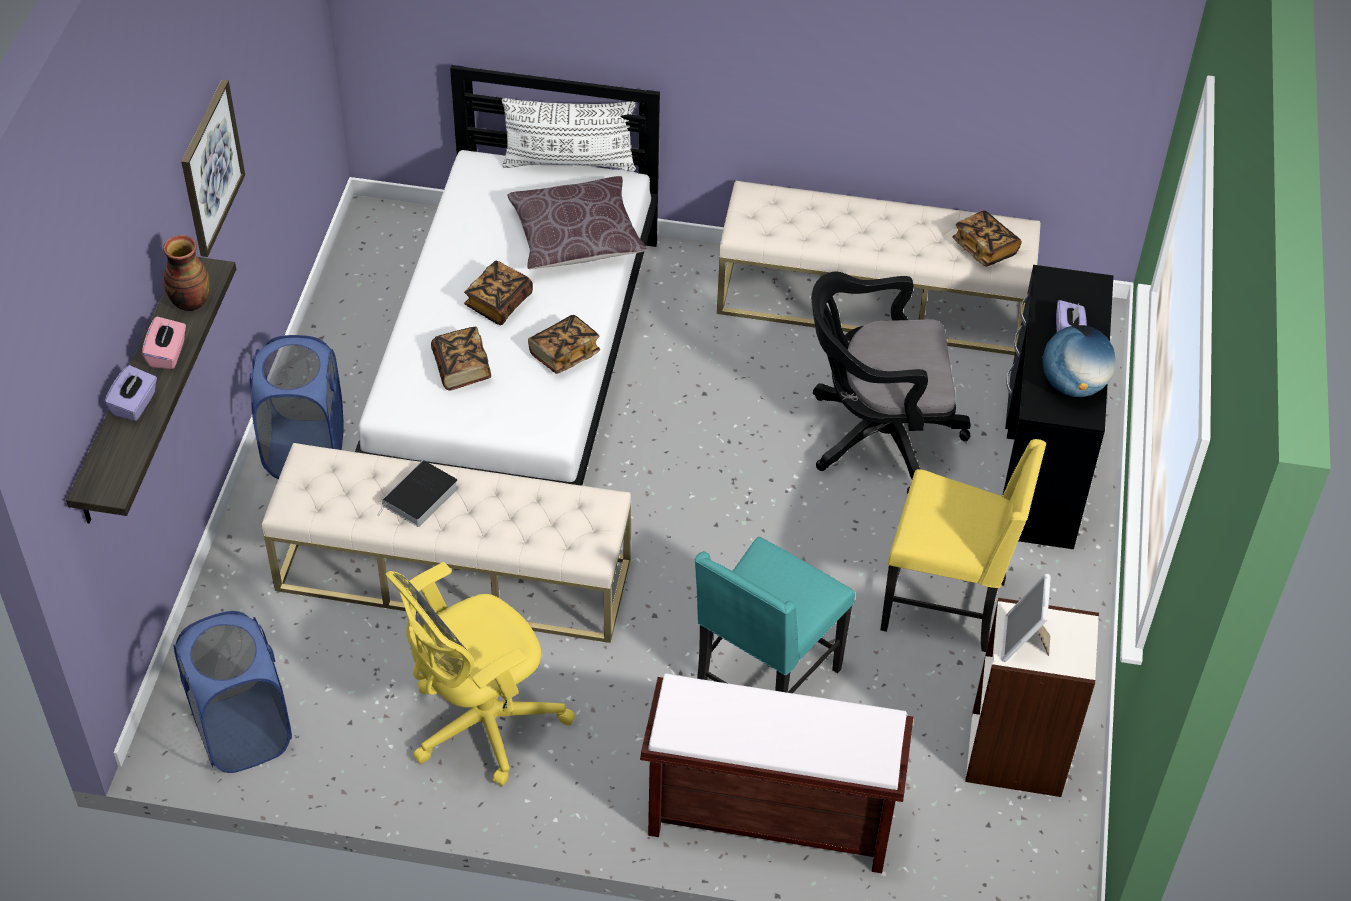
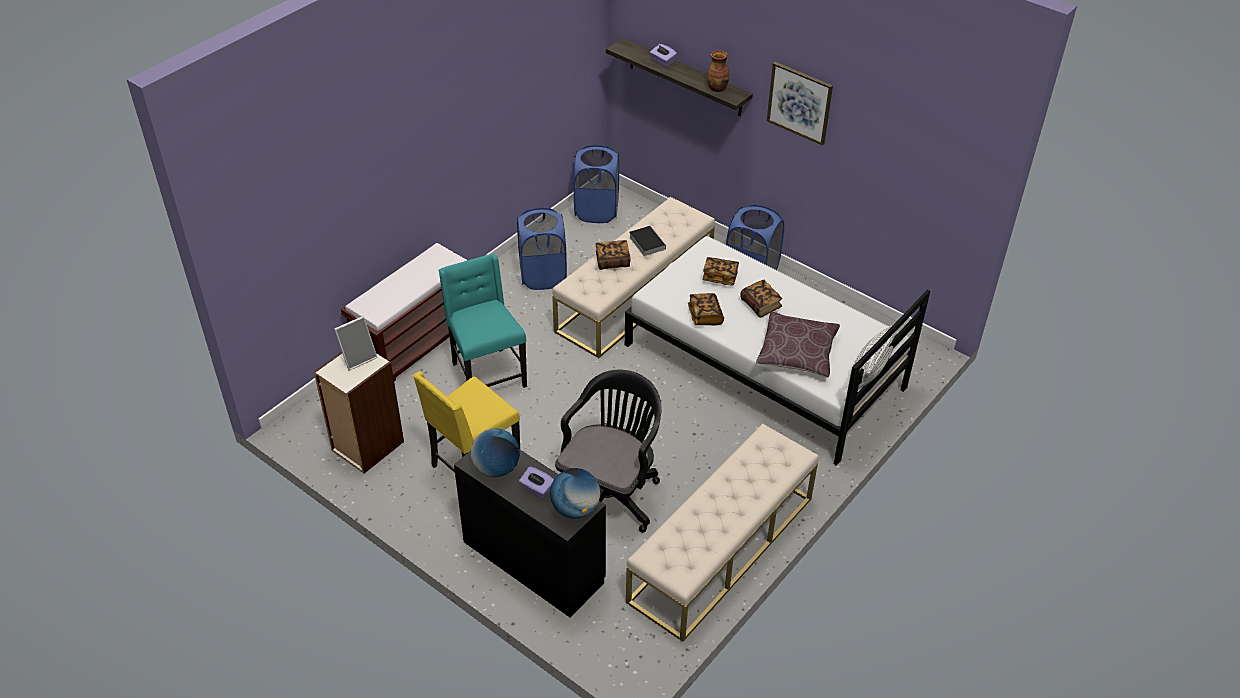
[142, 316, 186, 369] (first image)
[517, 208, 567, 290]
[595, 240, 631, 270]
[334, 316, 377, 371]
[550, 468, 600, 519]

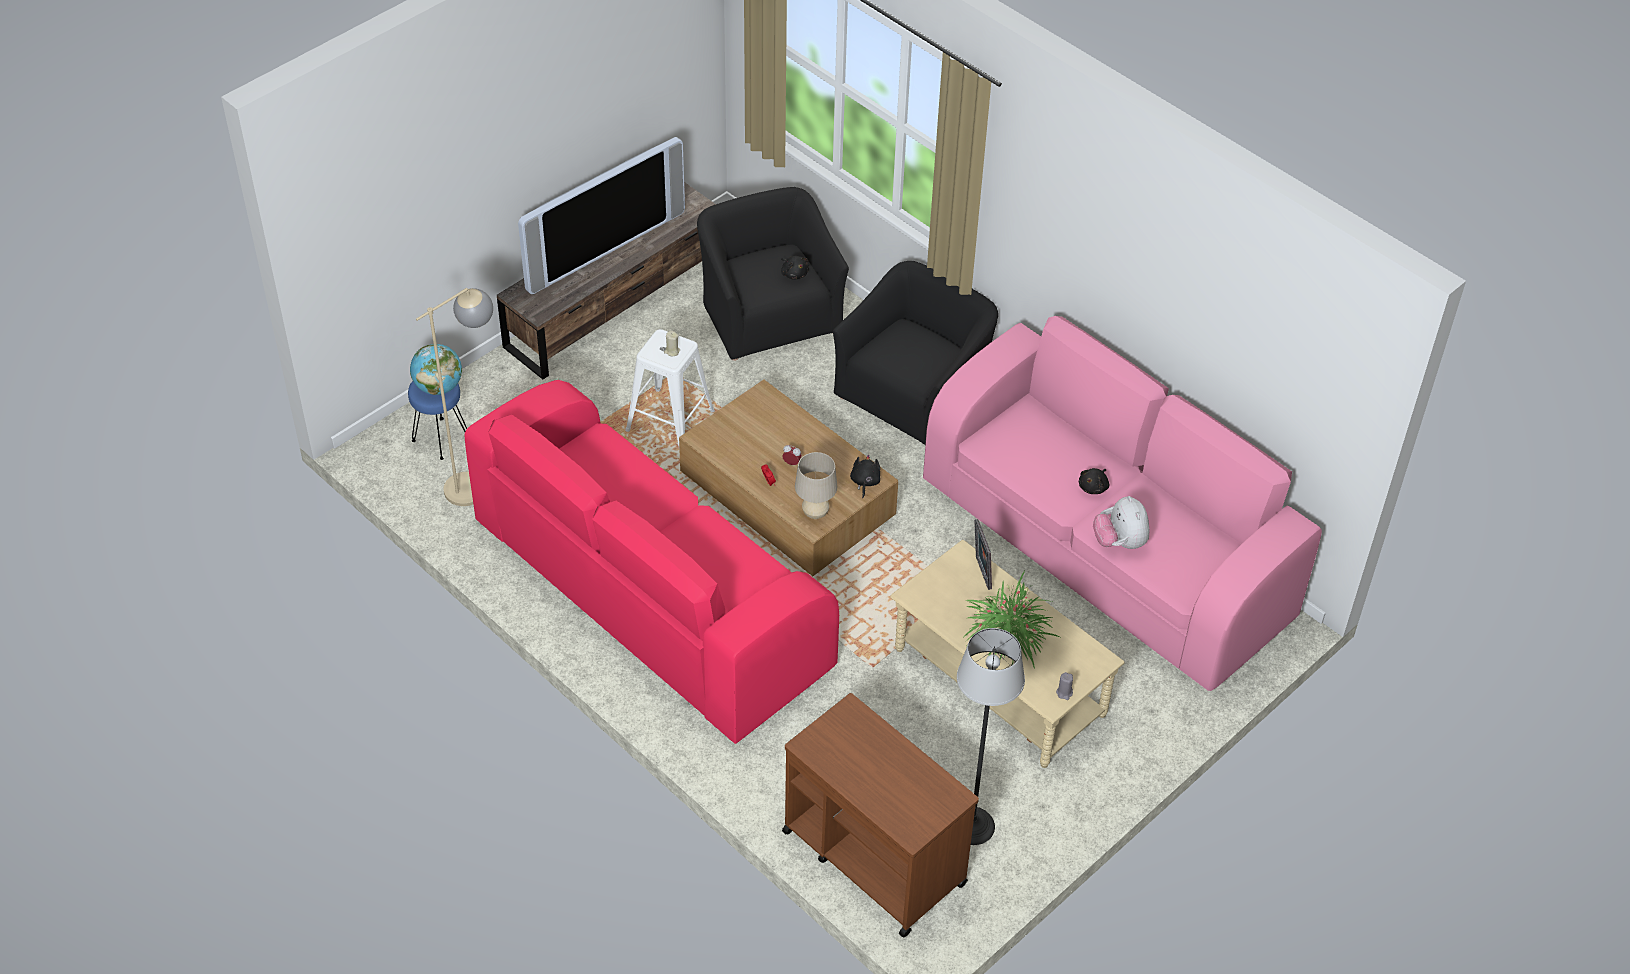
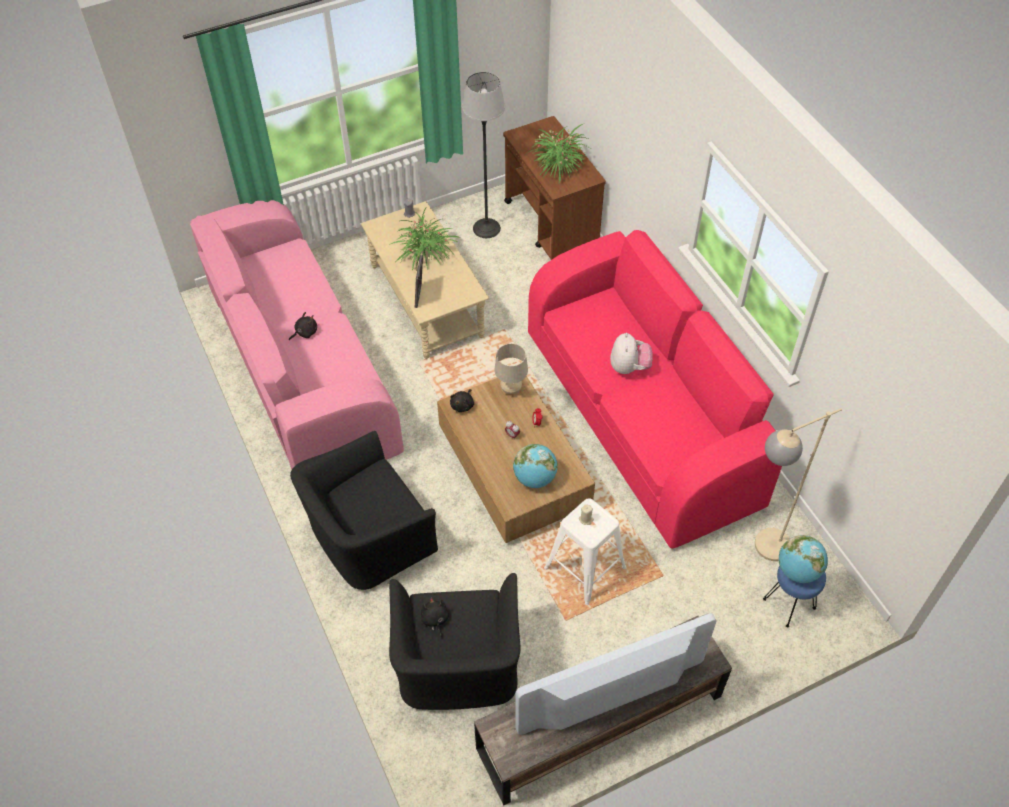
[610, 333, 653, 374]
[513, 444, 558, 488]
[526, 124, 590, 182]

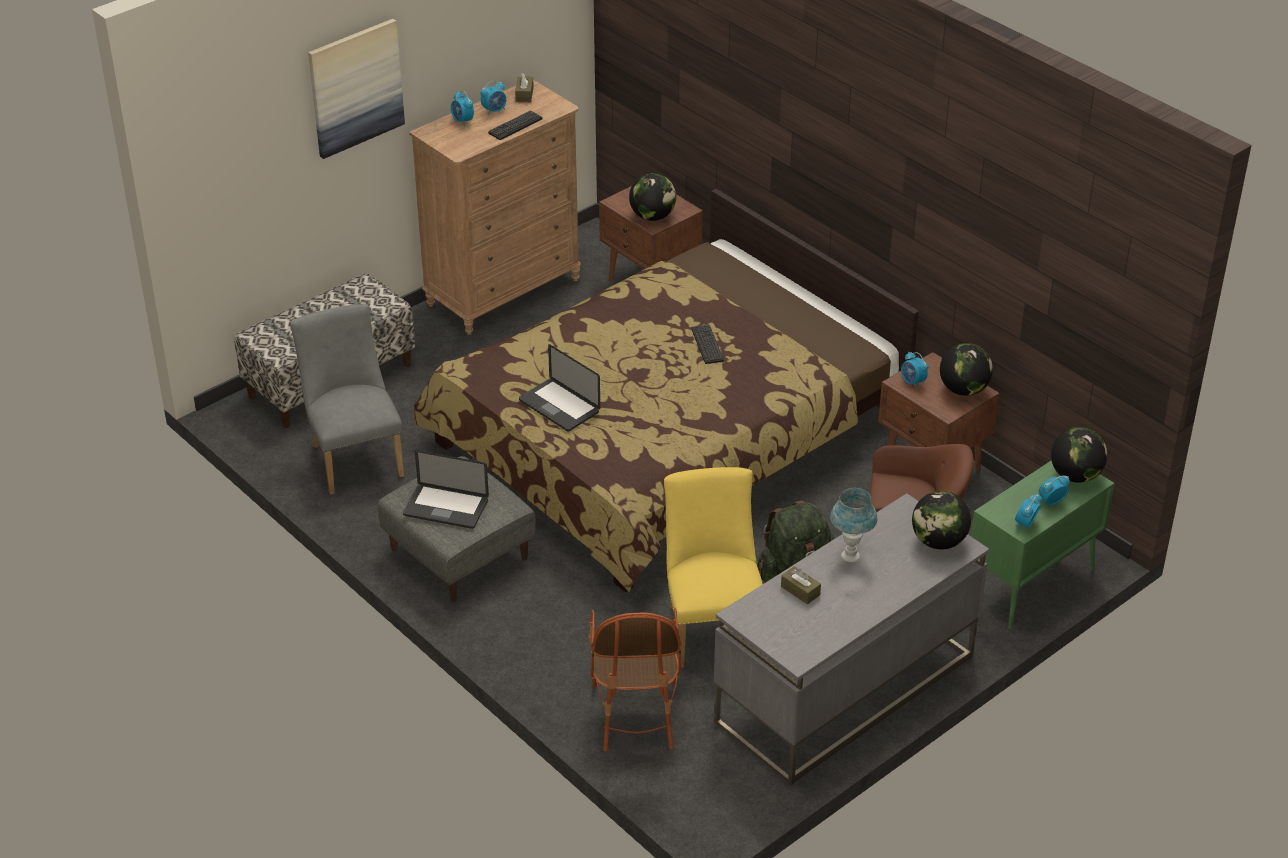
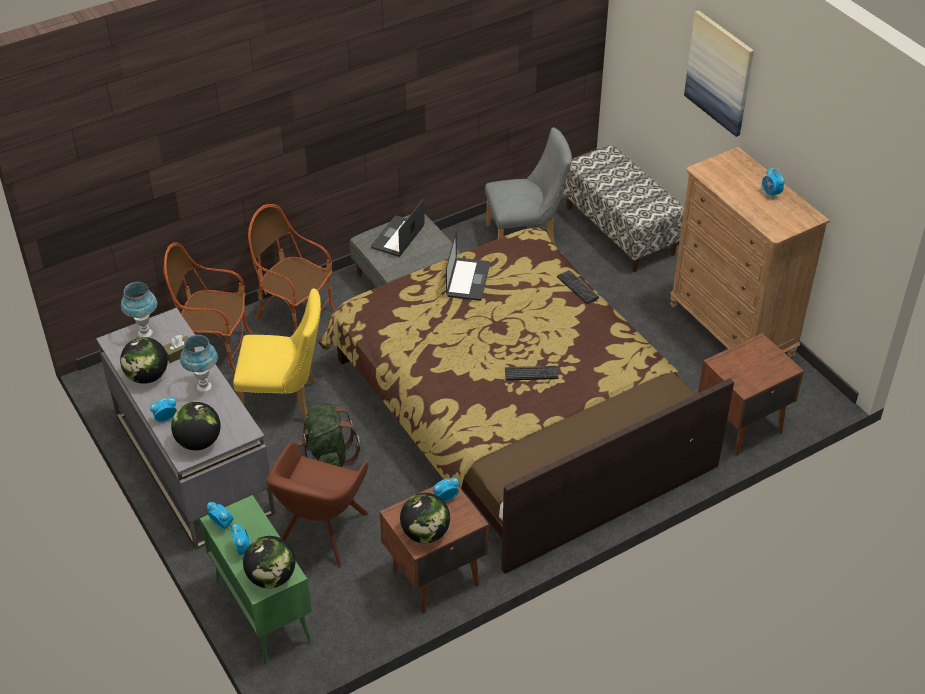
[150, 398, 177, 422]
[557, 270, 599, 304]
[515, 73, 534, 102] (first image)
[446, 232, 490, 301]
[120, 337, 168, 384]
[121, 282, 157, 337]
[248, 204, 336, 332]

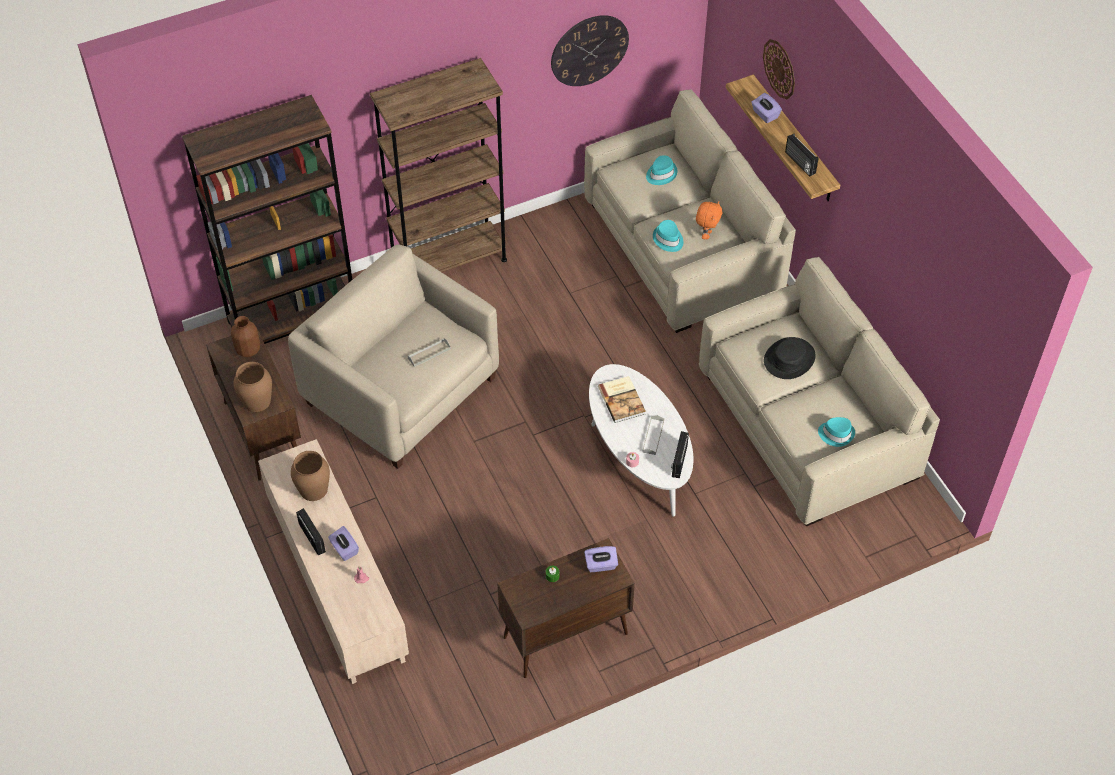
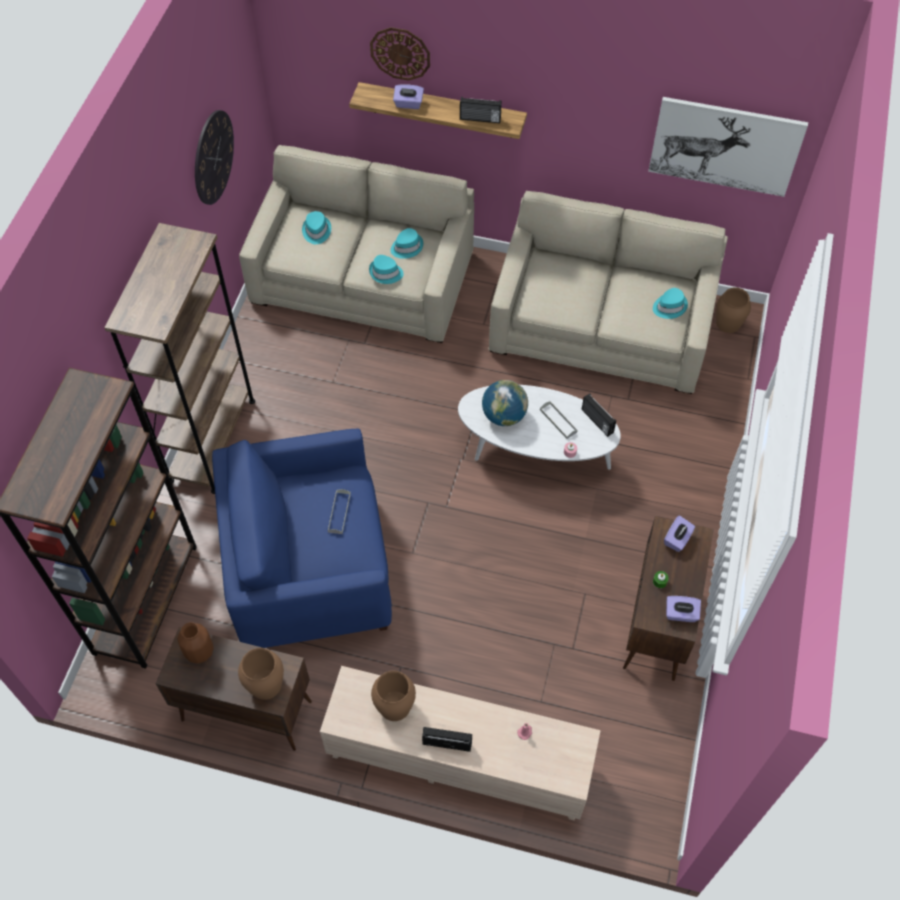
[212, 429, 392, 648]
[666, 596, 701, 622]
[482, 380, 528, 426]
[391, 228, 423, 259]
[764, 337, 816, 379] (first image)
[648, 97, 808, 197]
[716, 287, 751, 333]

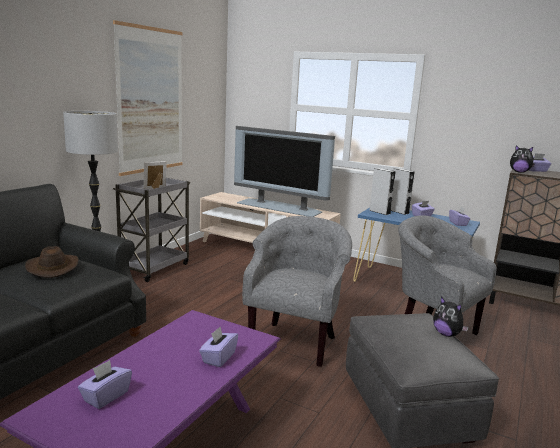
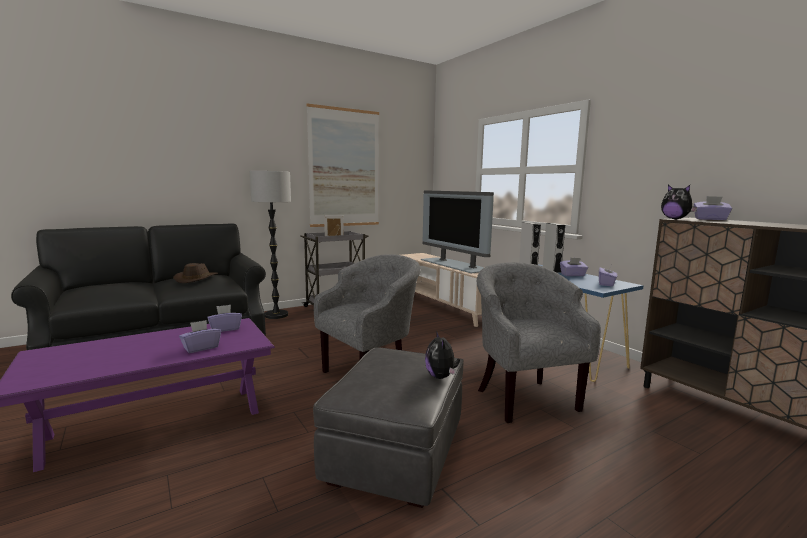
[207, 305, 242, 332]

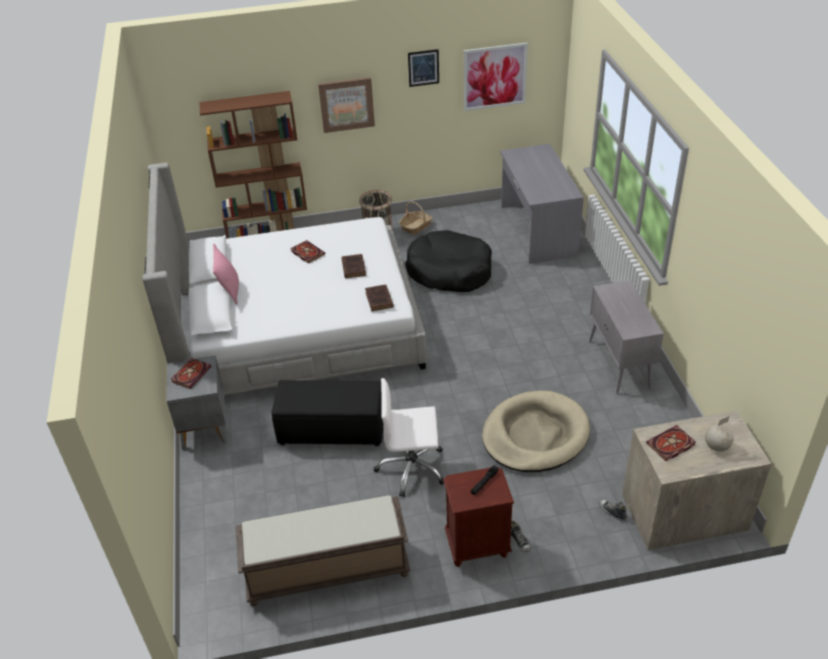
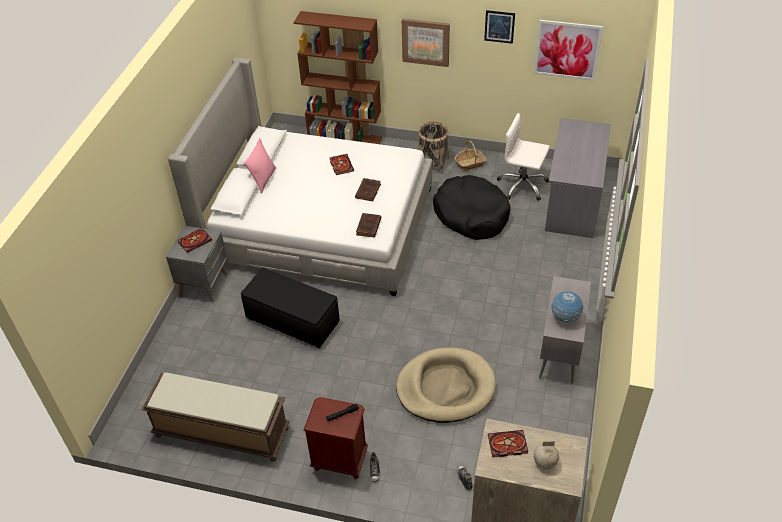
[497, 113, 550, 201]
[551, 291, 583, 323]

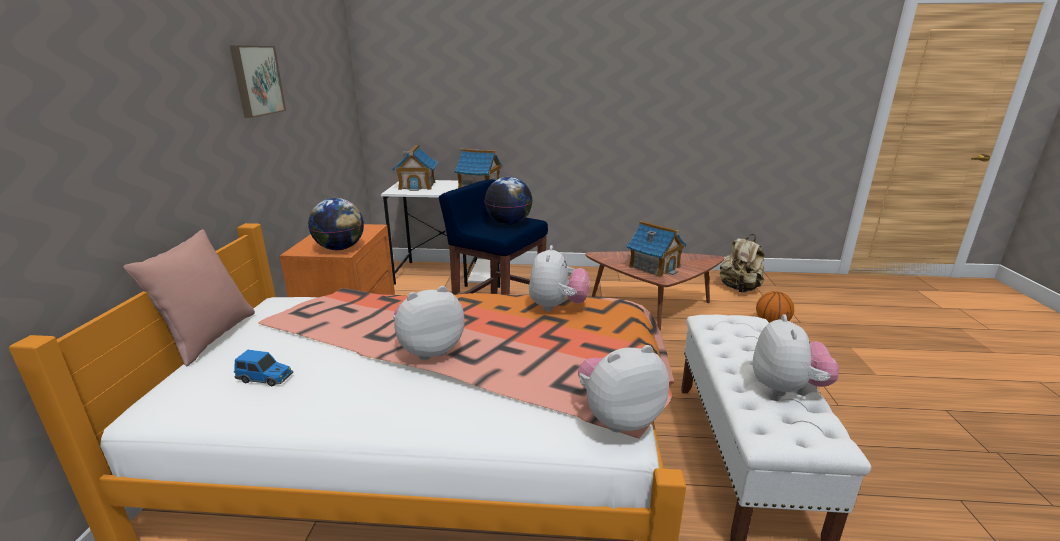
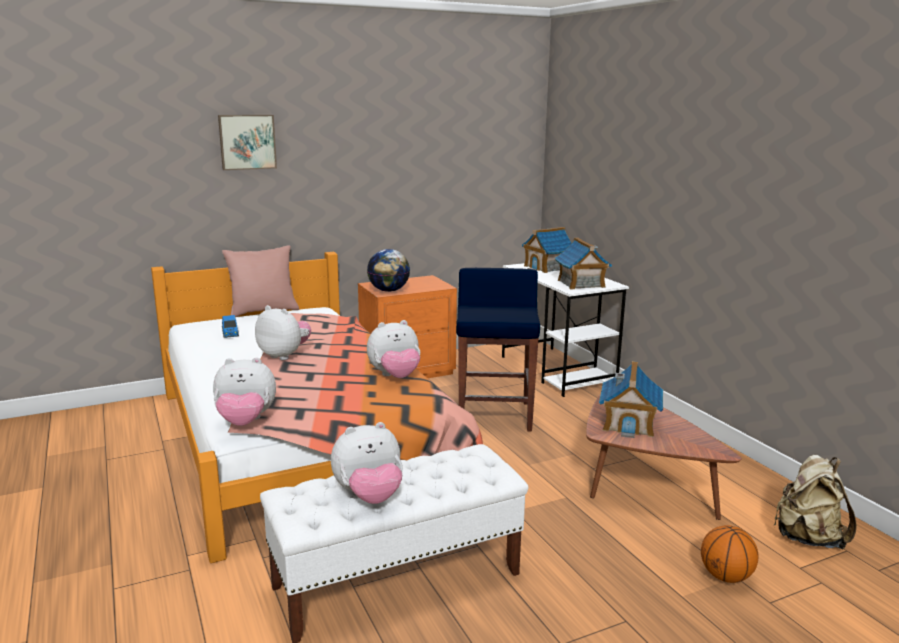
[218, 115, 277, 170]
[485, 177, 533, 225] (first image)
[213, 357, 276, 426]

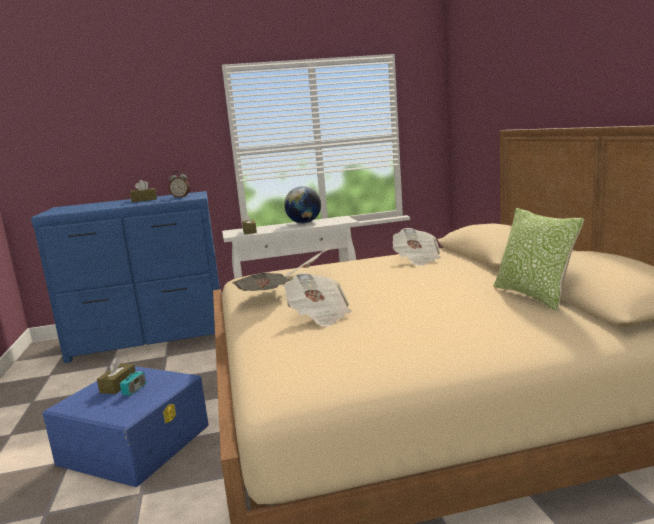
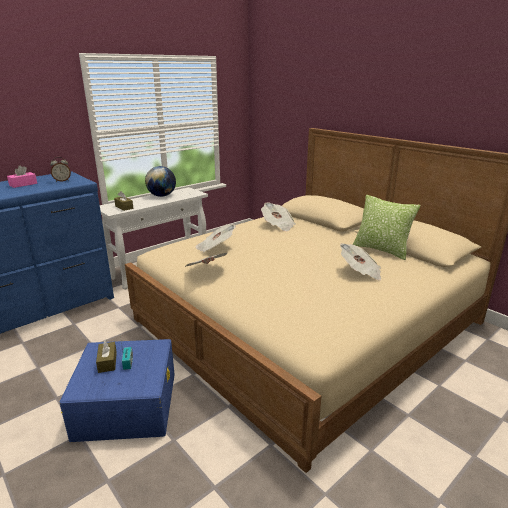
[7, 165, 37, 188]
[340, 243, 381, 281]

